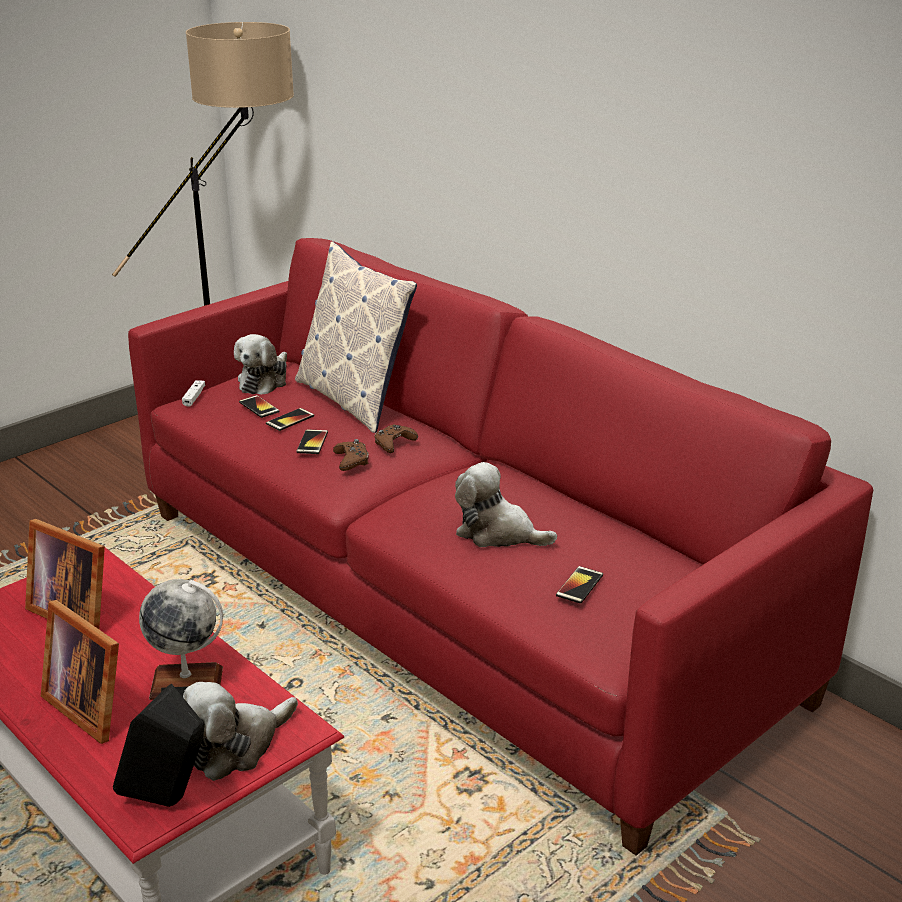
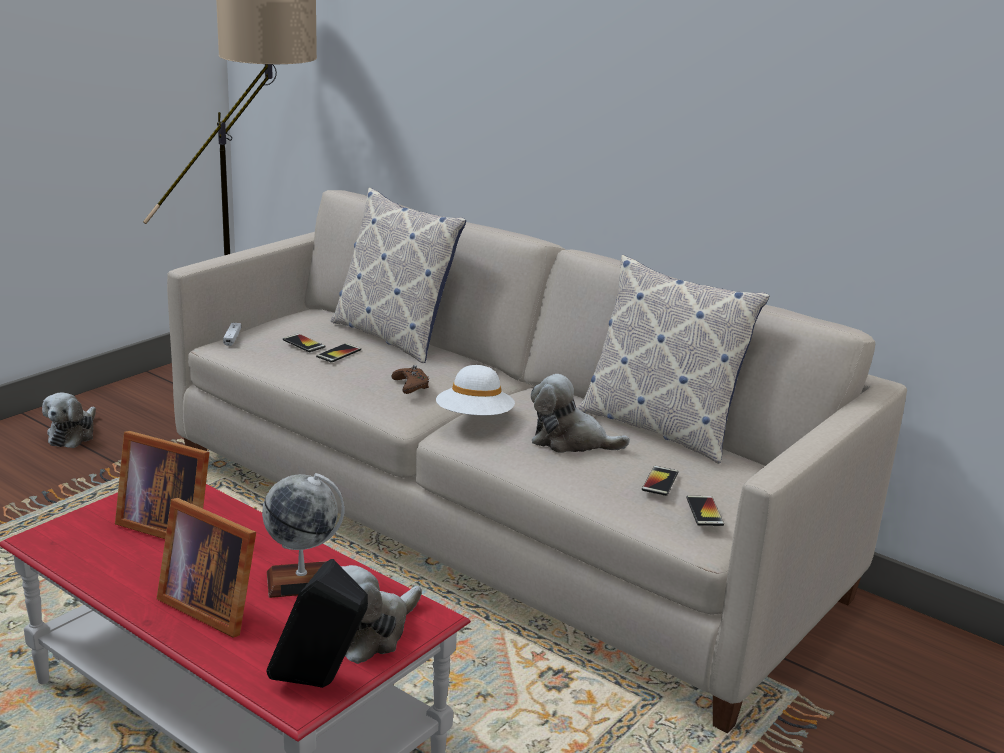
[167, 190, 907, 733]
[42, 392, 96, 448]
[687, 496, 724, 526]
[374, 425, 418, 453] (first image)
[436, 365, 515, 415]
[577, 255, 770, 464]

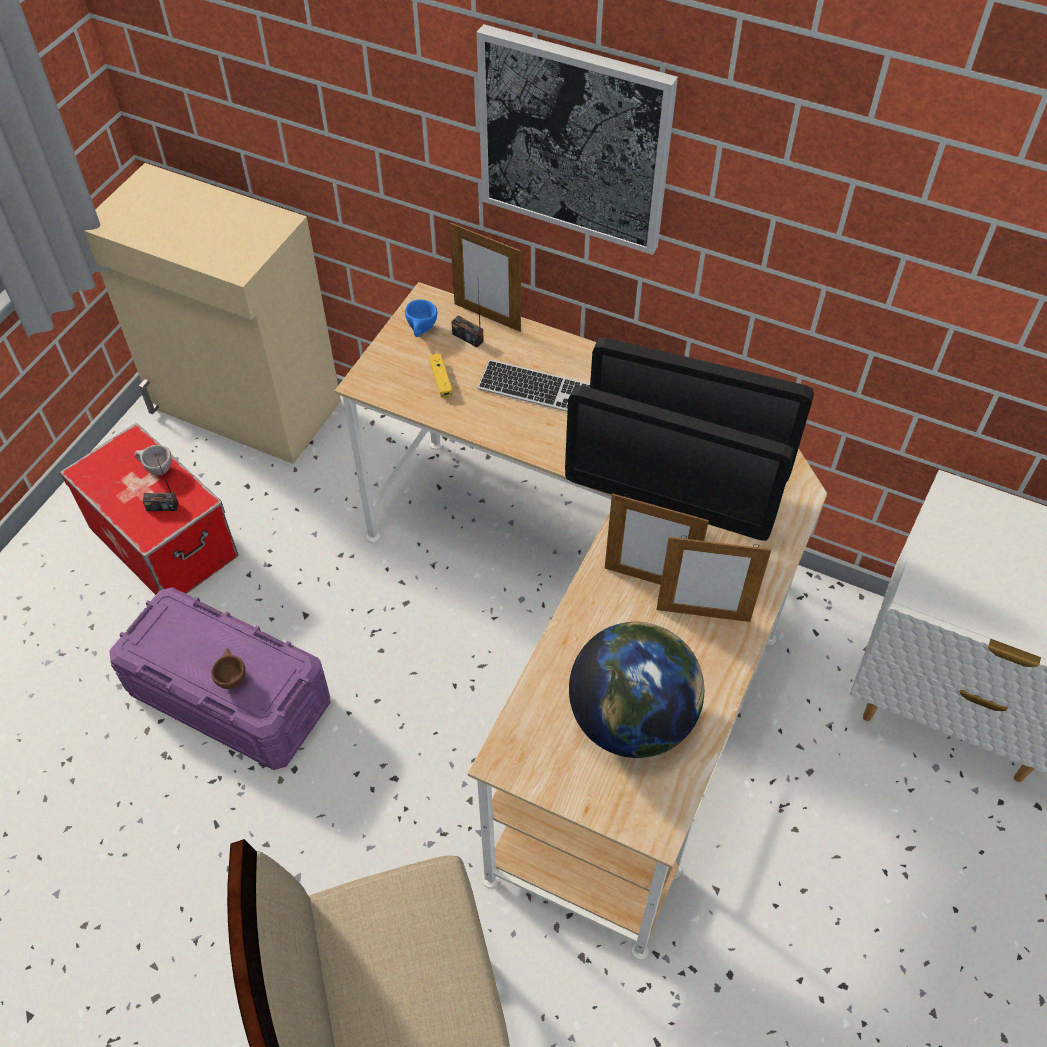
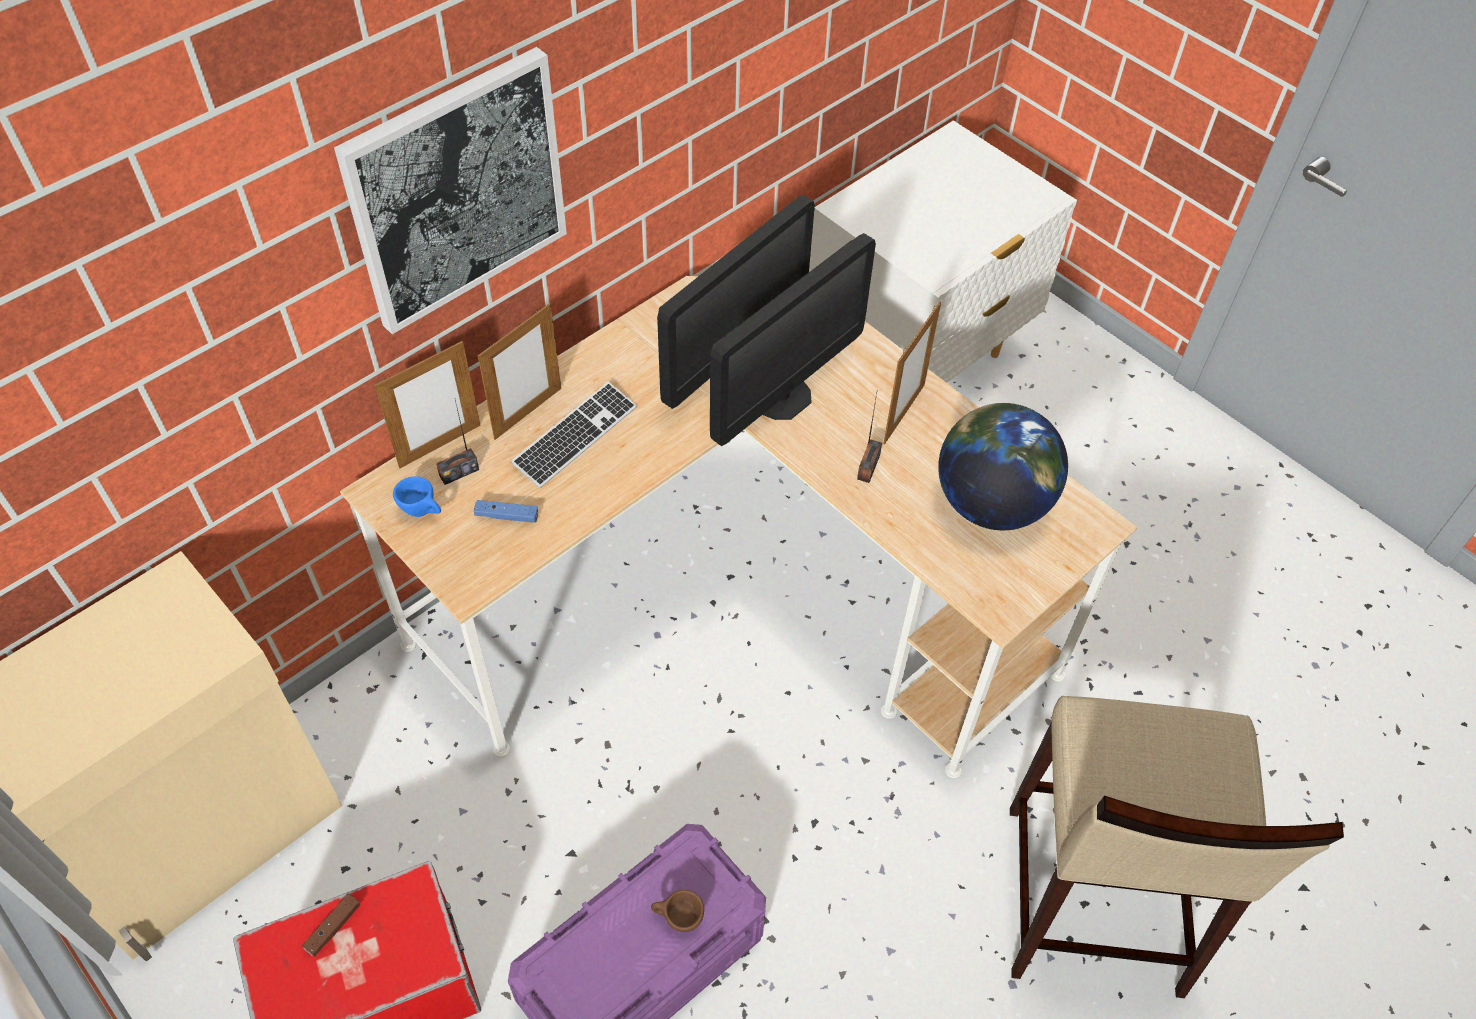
[302, 894, 360, 957]
[857, 394, 882, 483]
[474, 500, 538, 523]
[478, 303, 561, 440]

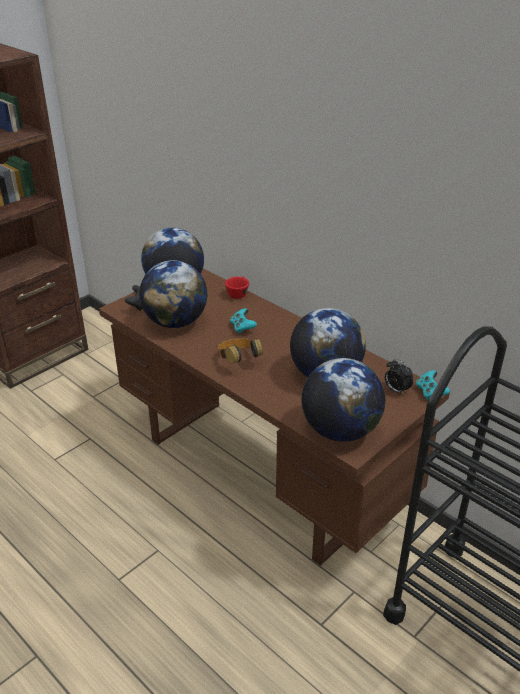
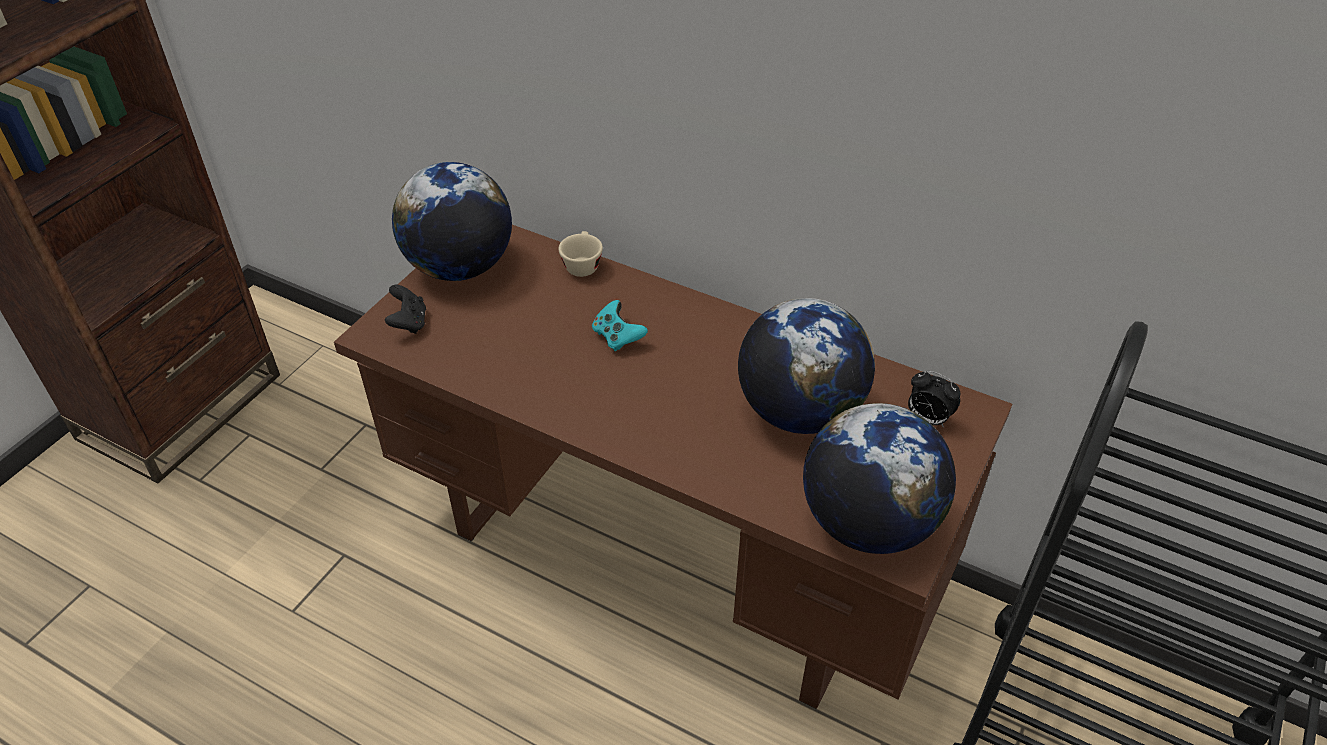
[139, 260, 207, 328] (first image)
[218, 338, 263, 364] (first image)
[559, 231, 603, 277]
[416, 370, 450, 400] (first image)

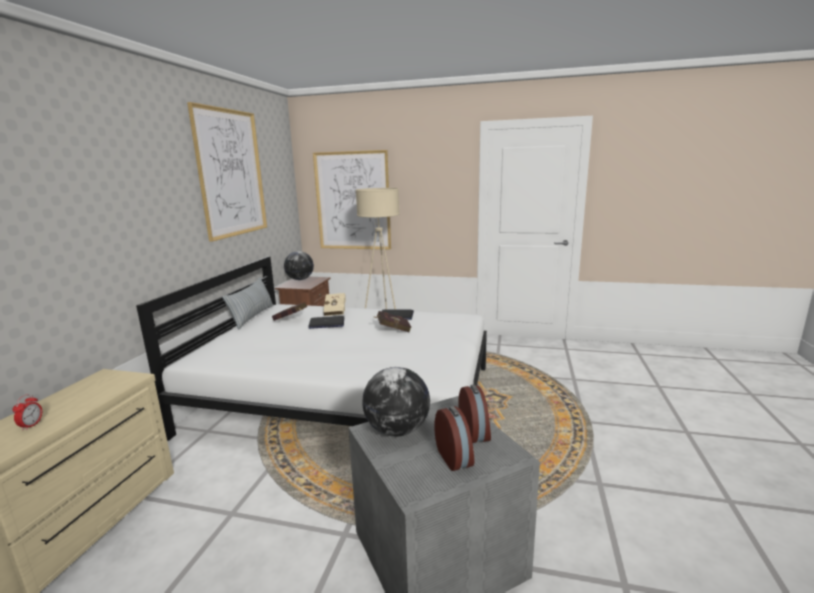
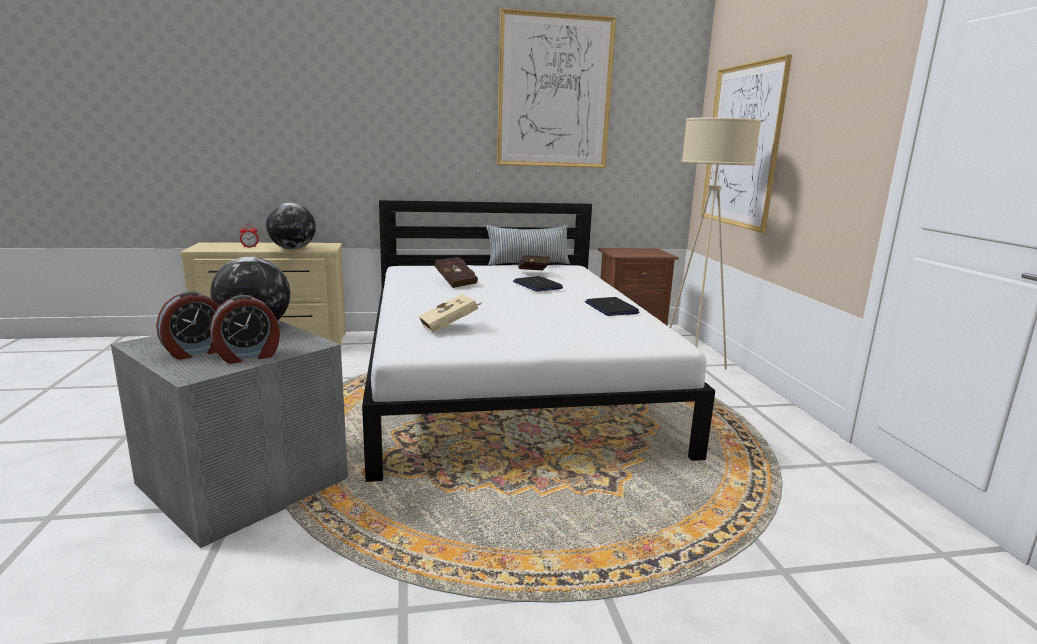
[266, 203, 316, 250]
[418, 294, 483, 333]
[435, 257, 478, 288]

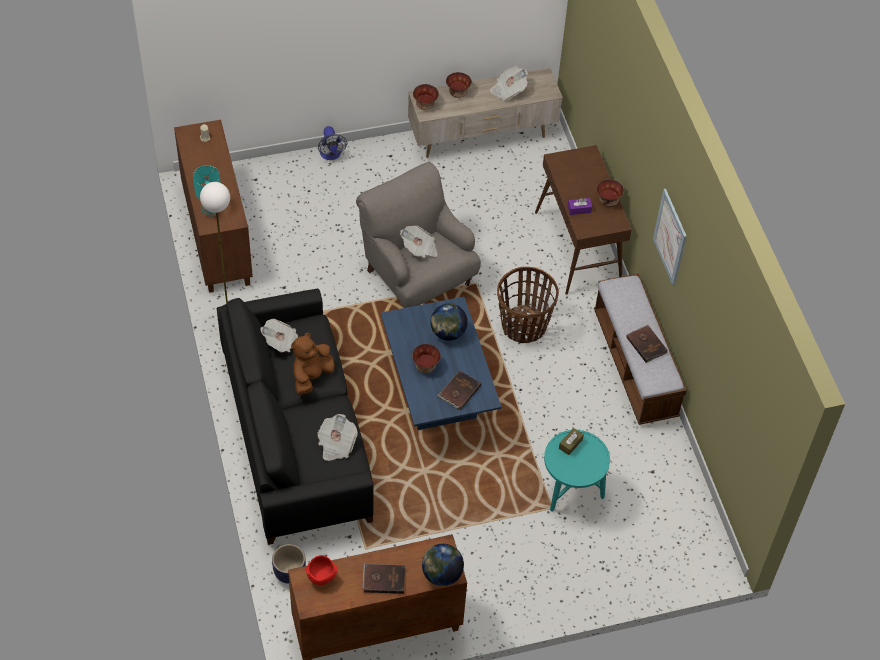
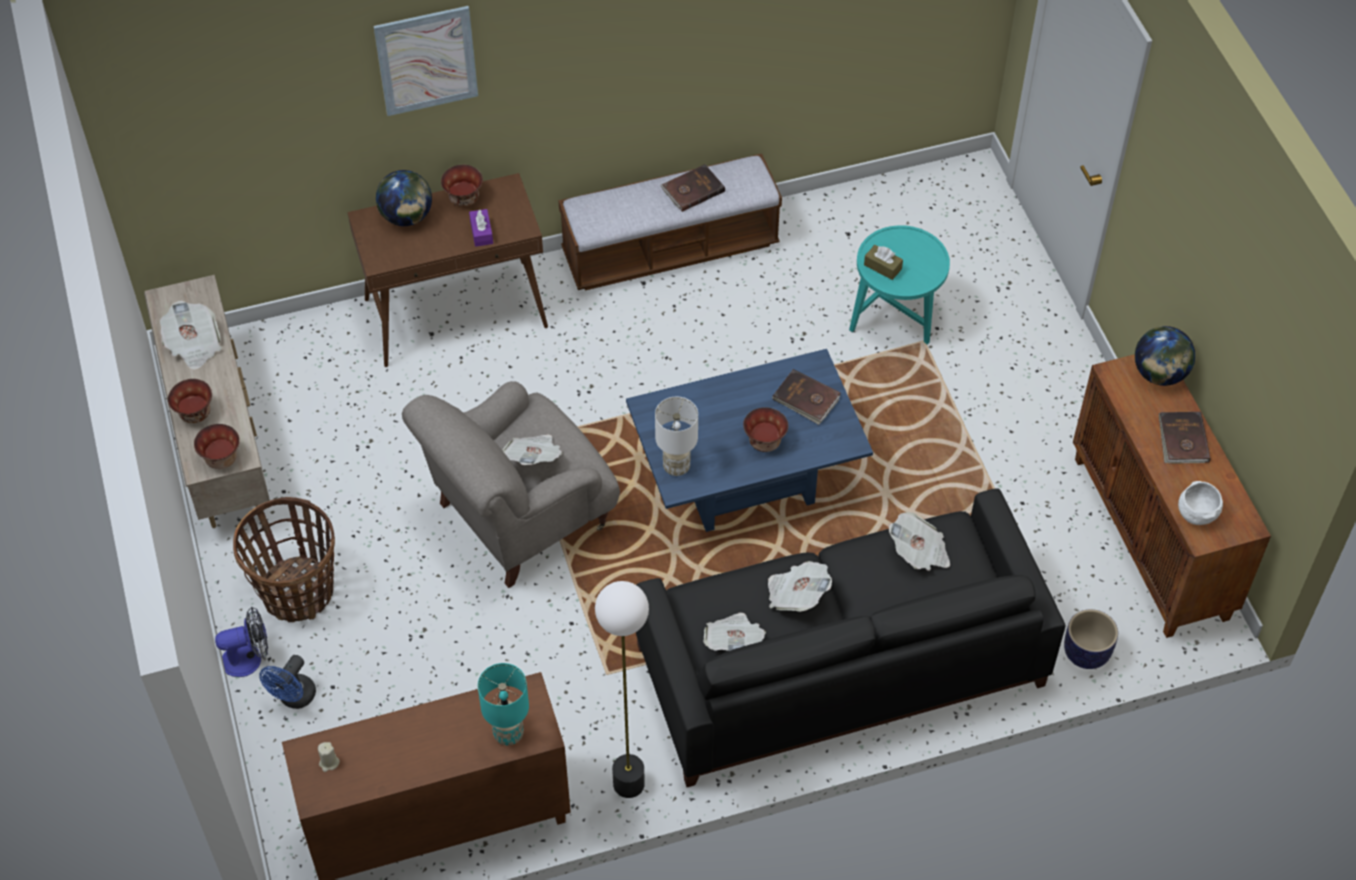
[768, 561, 832, 612]
[1178, 481, 1223, 525]
[376, 170, 432, 226]
[233, 497, 335, 622]
[373, 6, 478, 116]
[259, 655, 316, 709]
[655, 397, 698, 476]

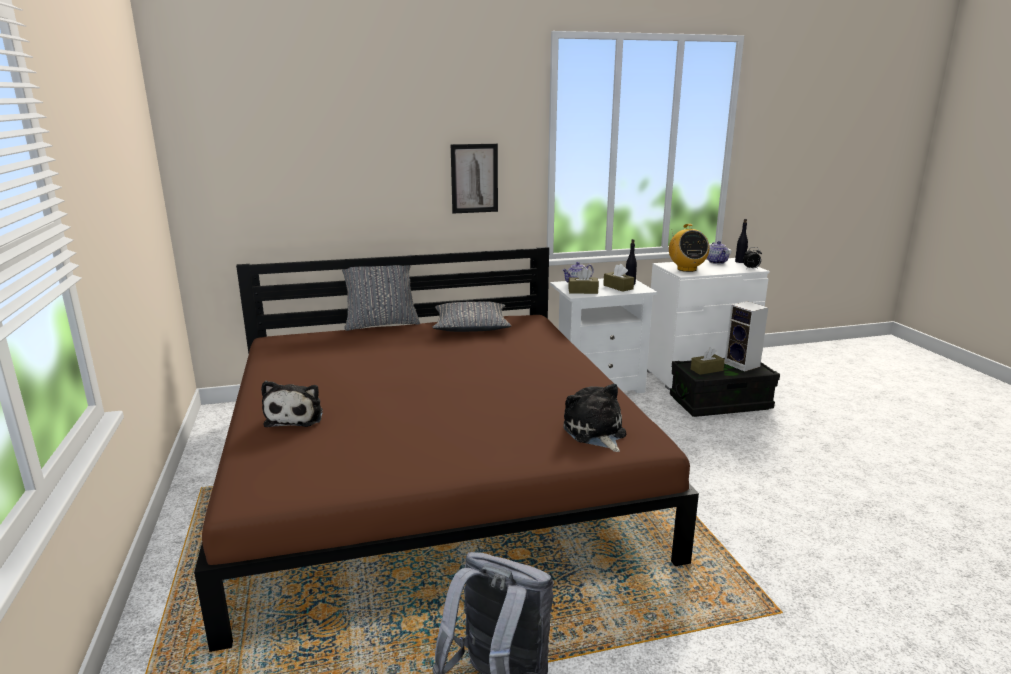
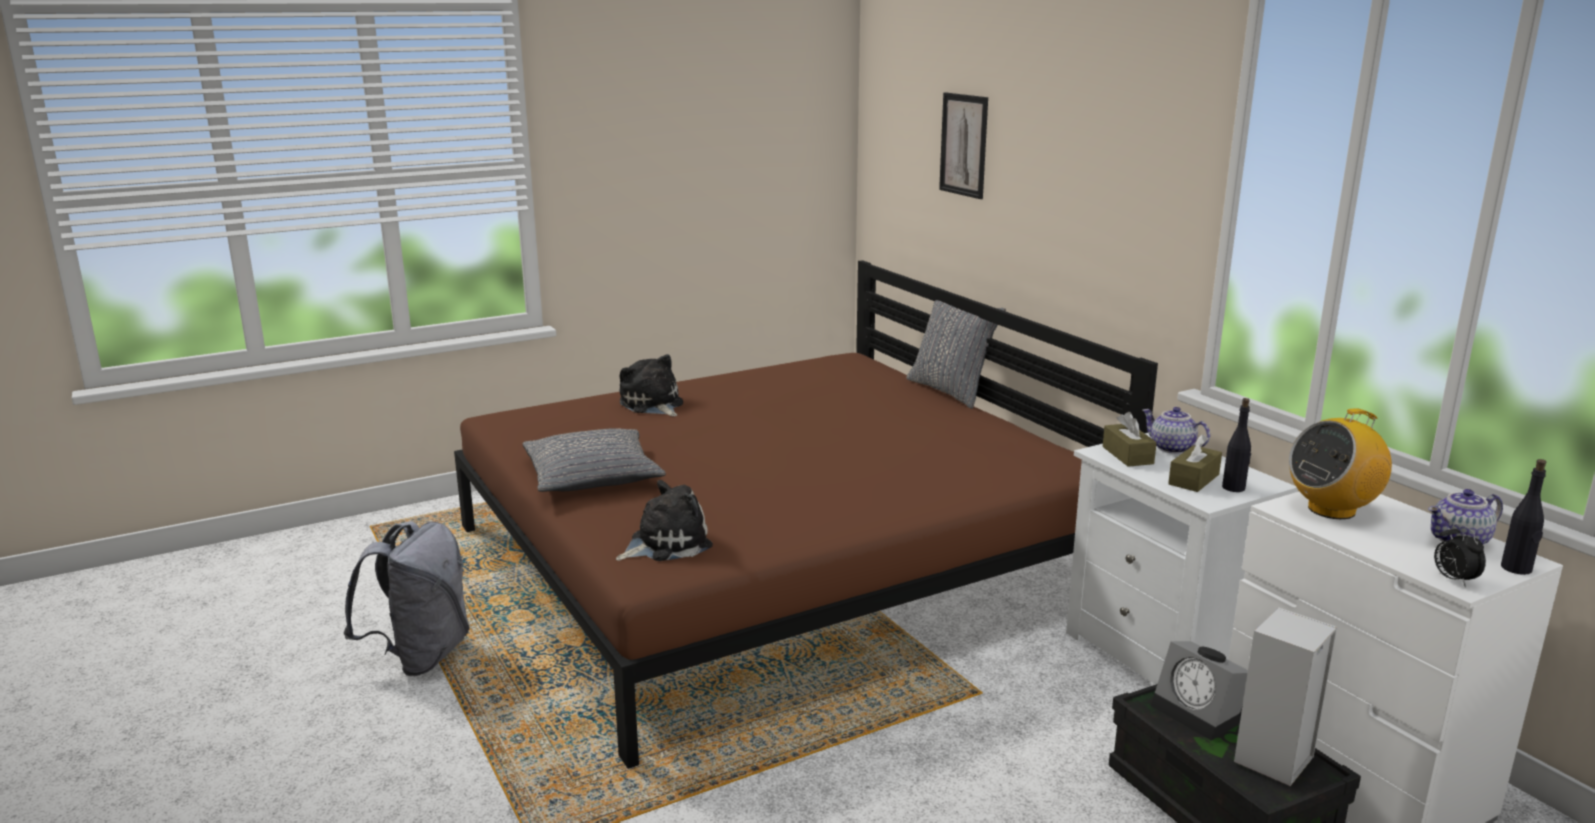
[619, 354, 683, 416]
[522, 428, 666, 492]
[939, 92, 988, 199]
[1151, 641, 1248, 741]

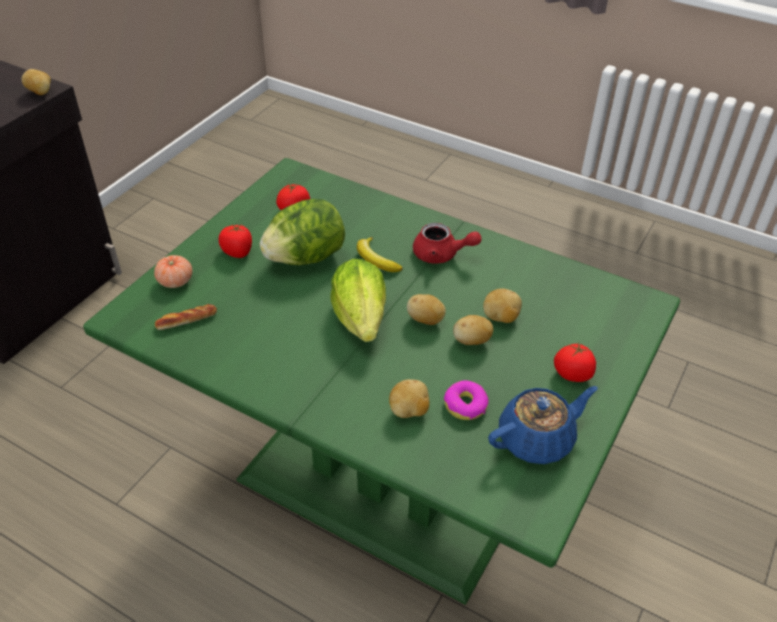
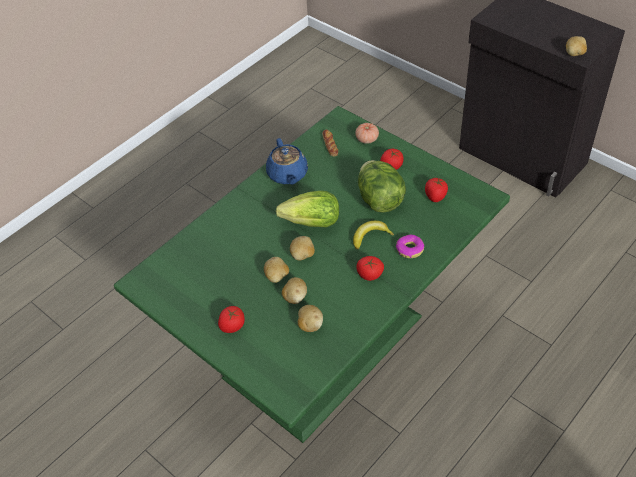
[298, 305, 323, 332]
[356, 256, 384, 281]
[396, 235, 424, 258]
[266, 138, 308, 184]

